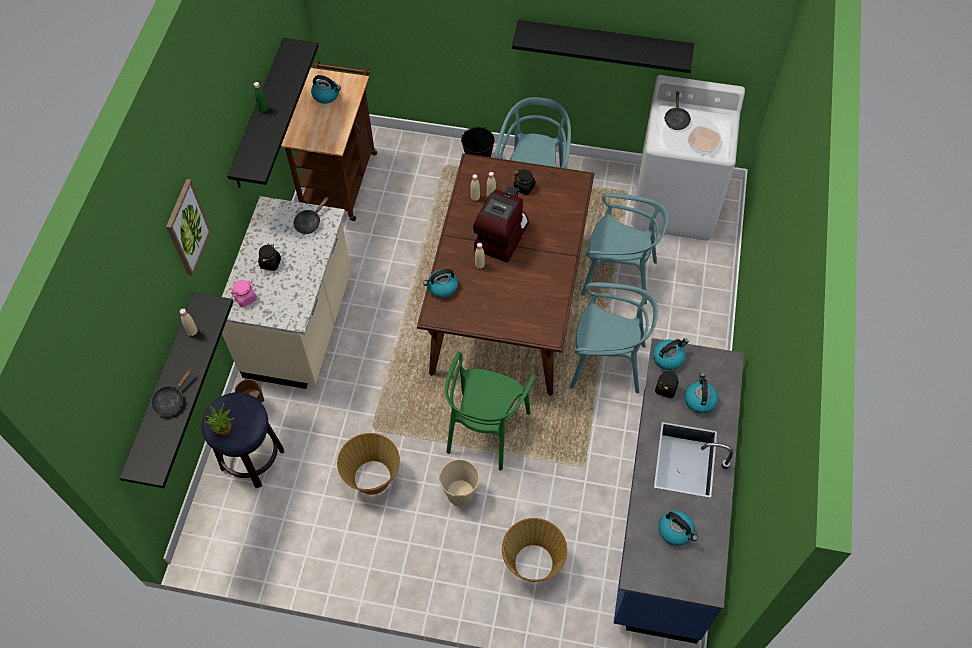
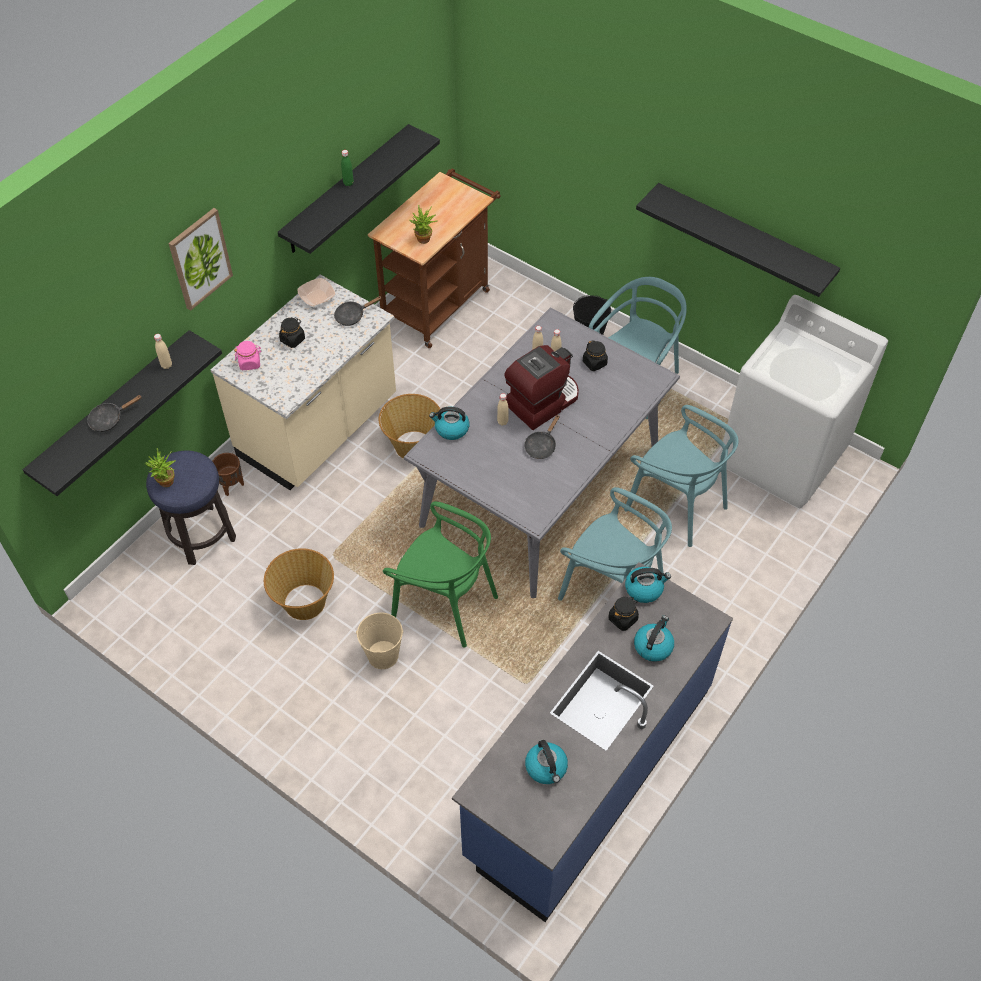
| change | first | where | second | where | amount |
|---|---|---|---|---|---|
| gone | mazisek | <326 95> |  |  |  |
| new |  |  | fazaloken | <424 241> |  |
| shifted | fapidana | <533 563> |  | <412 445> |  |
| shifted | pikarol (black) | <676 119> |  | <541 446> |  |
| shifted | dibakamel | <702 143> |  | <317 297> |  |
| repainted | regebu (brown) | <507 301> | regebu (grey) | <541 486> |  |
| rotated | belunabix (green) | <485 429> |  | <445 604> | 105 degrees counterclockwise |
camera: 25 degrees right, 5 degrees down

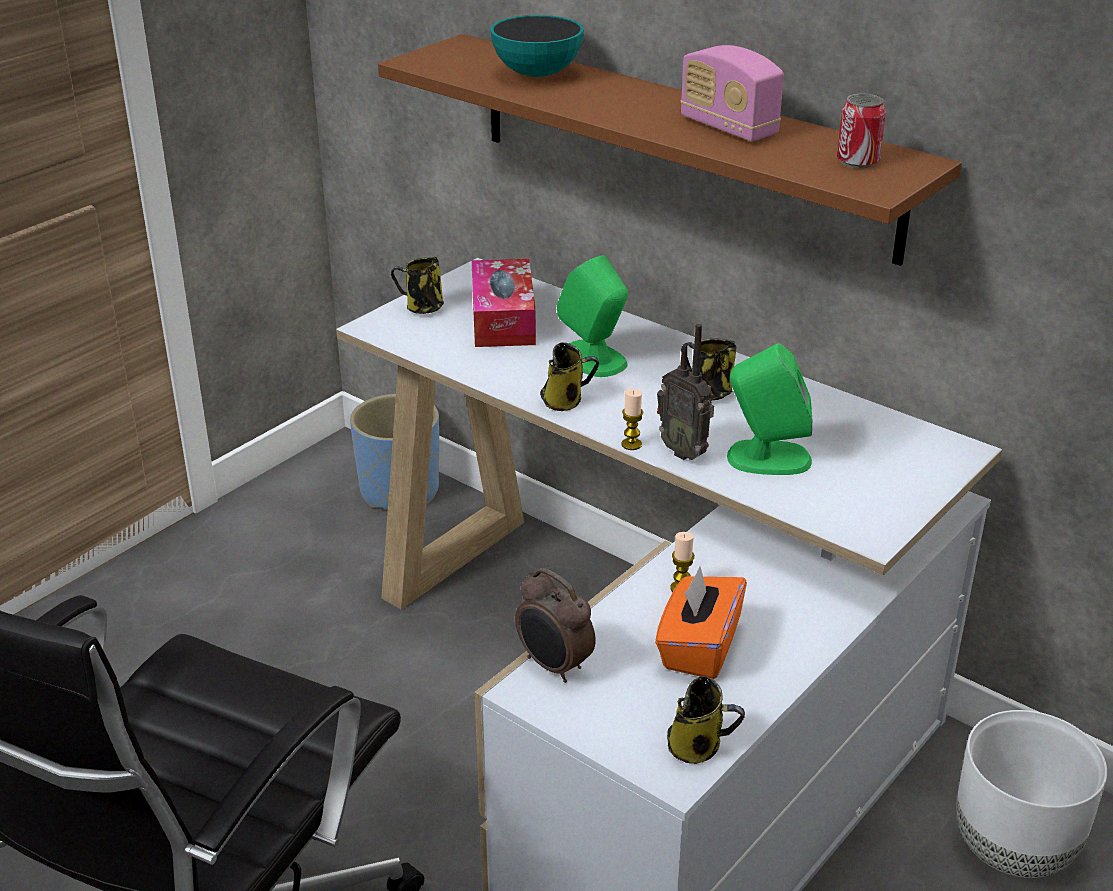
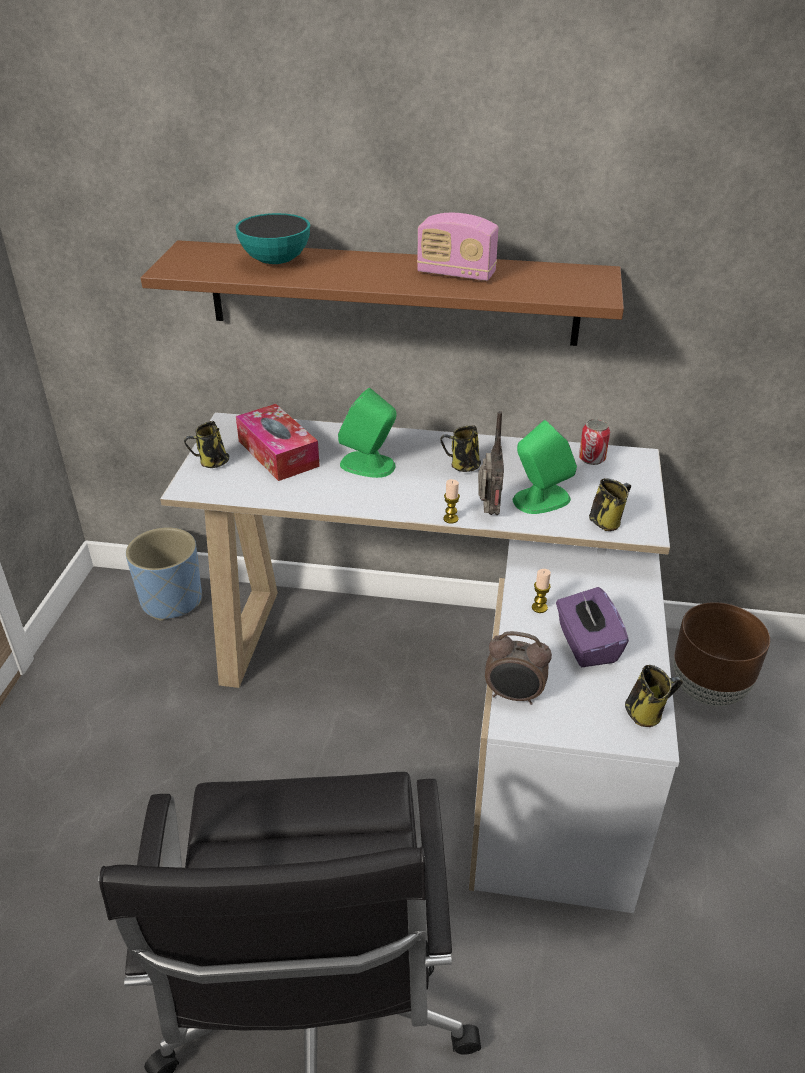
| change | first | where | second | where | amount |
|---|---|---|---|---|---|
| shifted | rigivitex | <565 401> |  | <607 521> |  |
| shifted | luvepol | <857 161> |  | <592 459> |  |
| repainted | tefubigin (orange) | <698 648> | tefubigin (purple) | <586 645> |  |
| repainted | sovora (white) | <1014 850> | sovora (brown) | <708 689> |  |
| rotated | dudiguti | <685 451> |  | <488 512> | 105 degrees counterclockwise |
camera: 30 degrees left, 5 degrees up

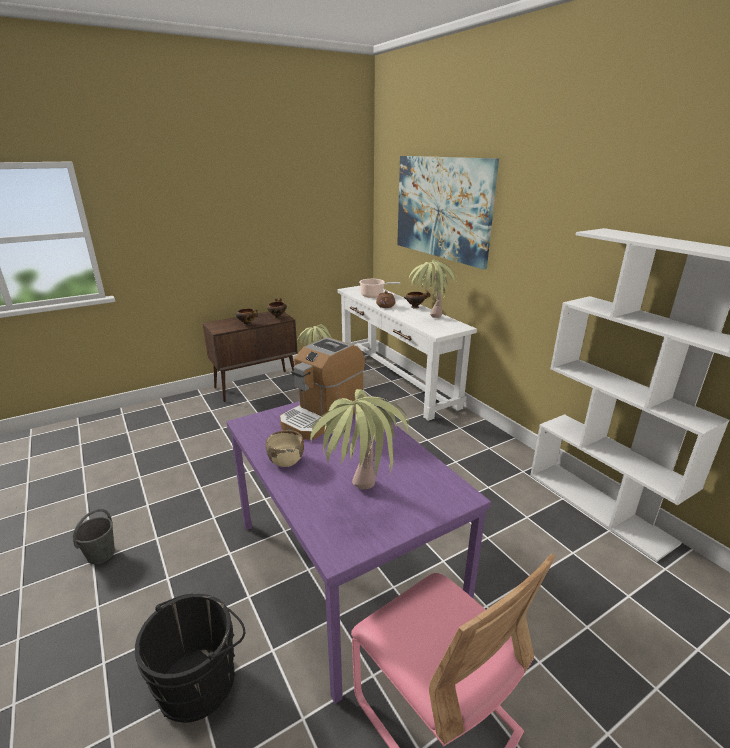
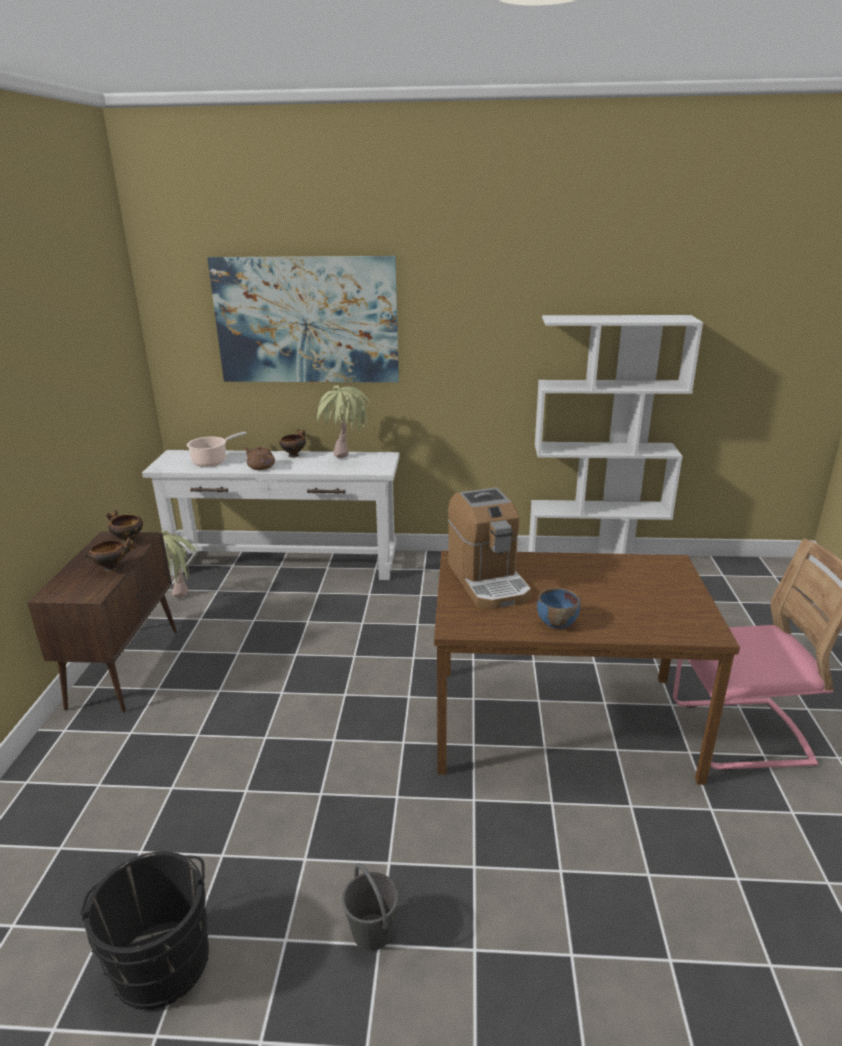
| change | first | where | second | where | amount |
|---|---|---|---|---|---|
| gone | fazaloken | <359 503> |  |  |  |
| shifted | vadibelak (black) | <201 680> |  | <162 958> |  |
| repainted | regebu (purple) | <346 568> | regebu (brown) | <562 721> |  |
| repainted | dibakamel (beige) | <286 460> | dibakamel (blue) | <556 622> |  |
camera: 55 degrees left, 0 degrees up

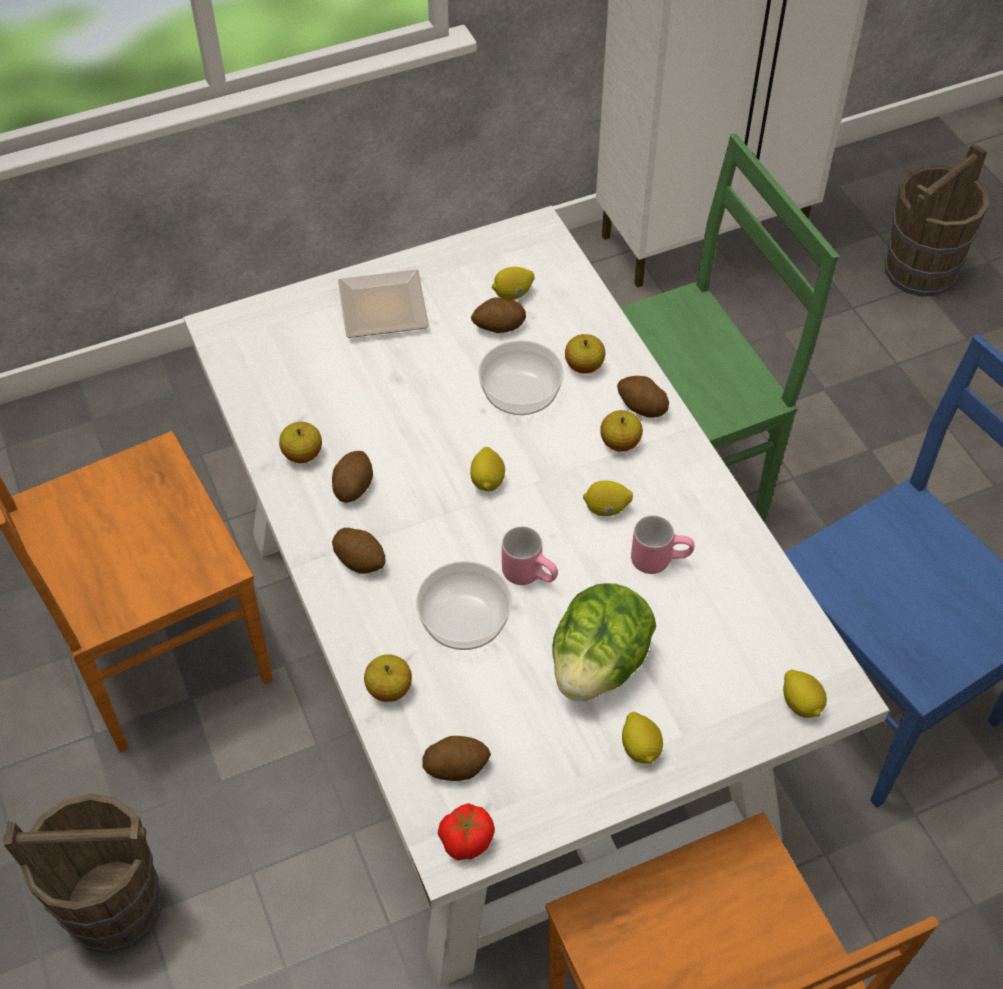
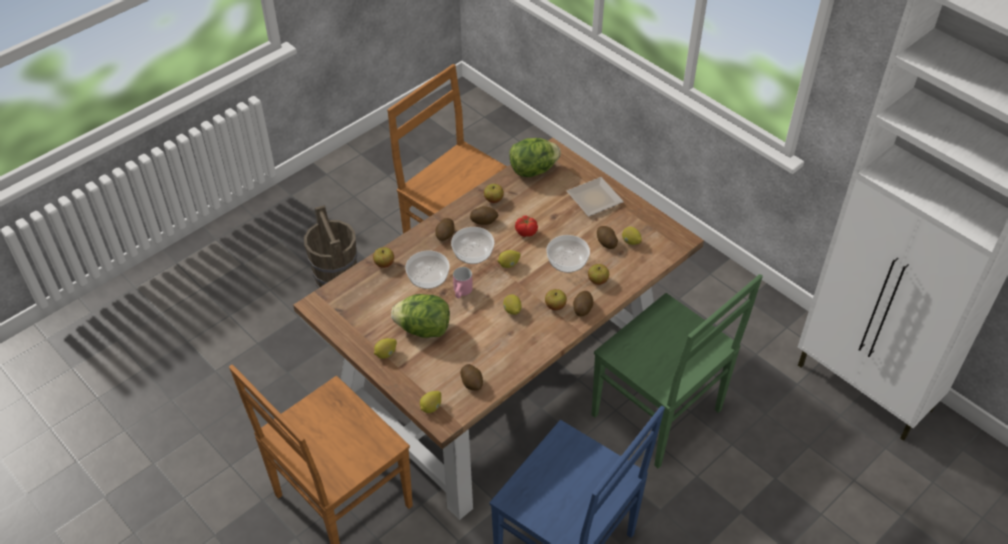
| change | first | where | second | where | amount |
|---|---|---|---|---|---|
| gone | rigivitex (pink) | <659 558> |  |  |  |
| gone | vadibelak (brown) | <921 270> |  |  |  |
| new |  |  | dibakamel | <472 254> |  |
| new |  |  | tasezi | <533 170> |  |
| shifted | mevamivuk | <456 766> |  | <472 383> |  |
| shifted | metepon | <466 841> |  | <526 232> |  |
| repainted | regebu (white) | <497 673> | regebu (brown) | <503 375> |  |
camera: 70 degrees right, 5 degrees down

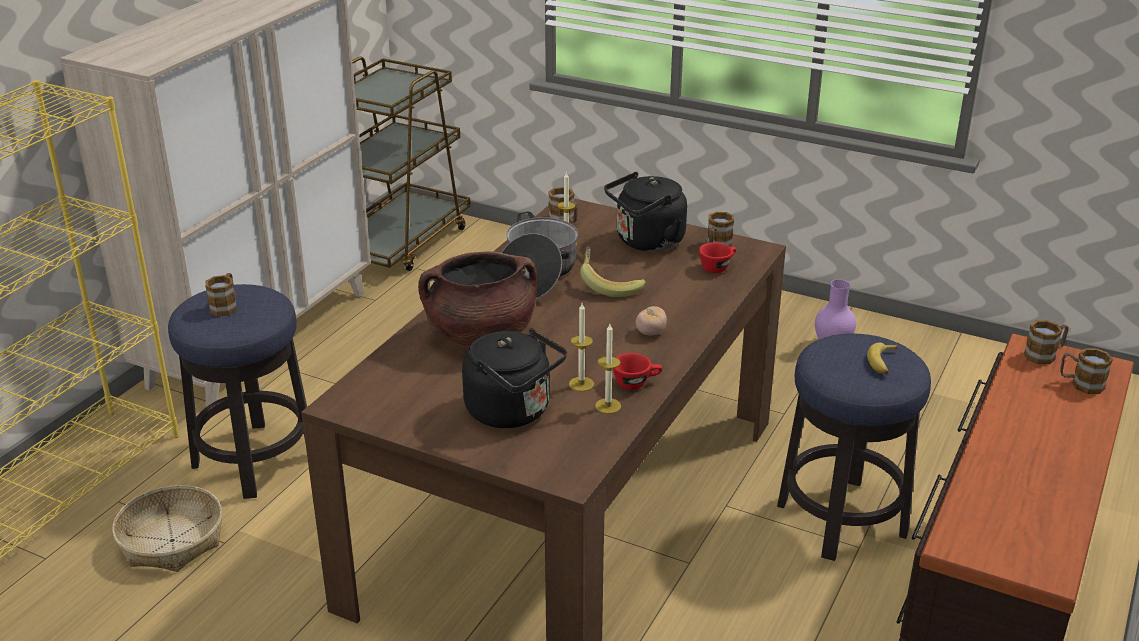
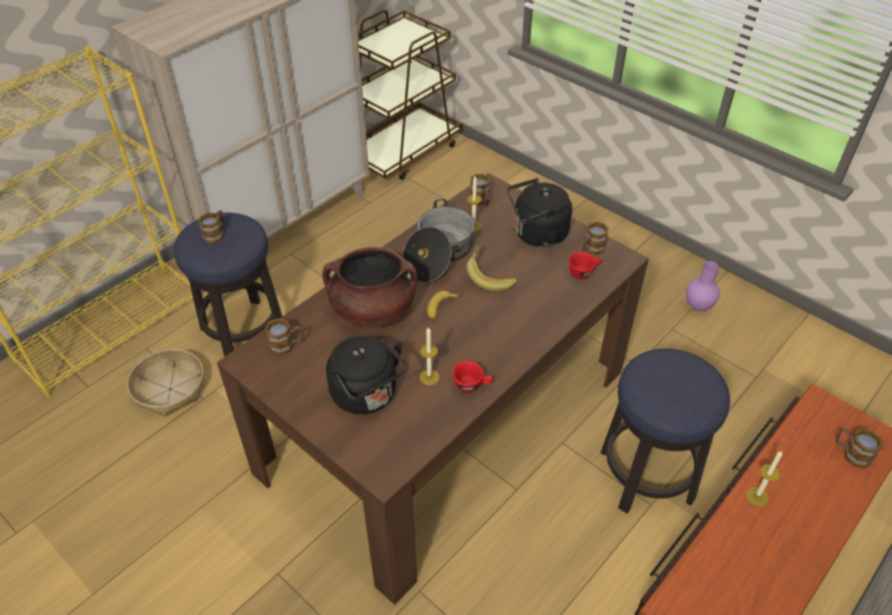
| change | first | where | second | where | amount |
|---|---|---|---|---|---|
| gone | metepon | <650 332> |  |  |  |
| shifted | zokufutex | <608 406> |  | <757 496> |  |
| shifted | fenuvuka | <883 363> |  | <441 308> |  |
| shifted | rigivitex | <1045 355> |  | <287 345> |  |
camera: 15 degrees right, 15 degrees up

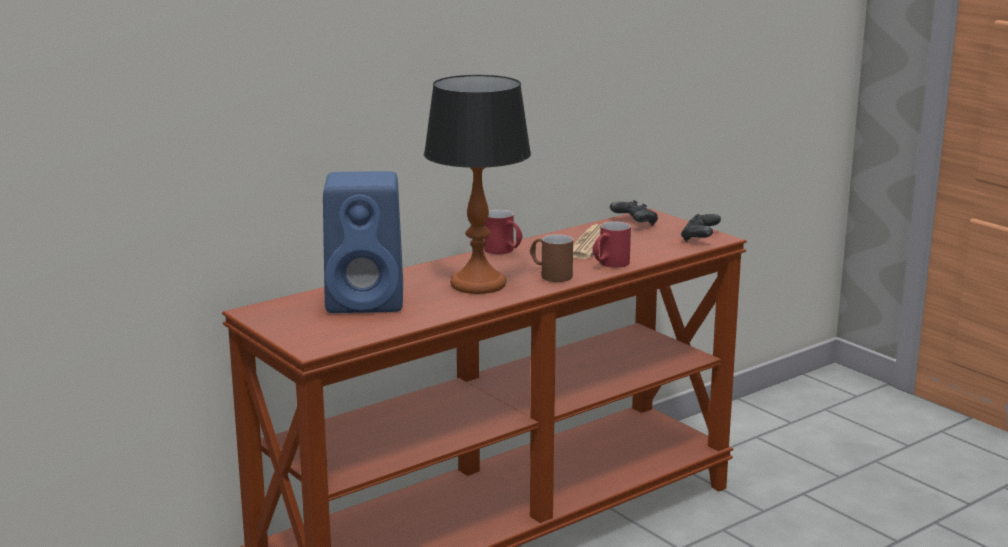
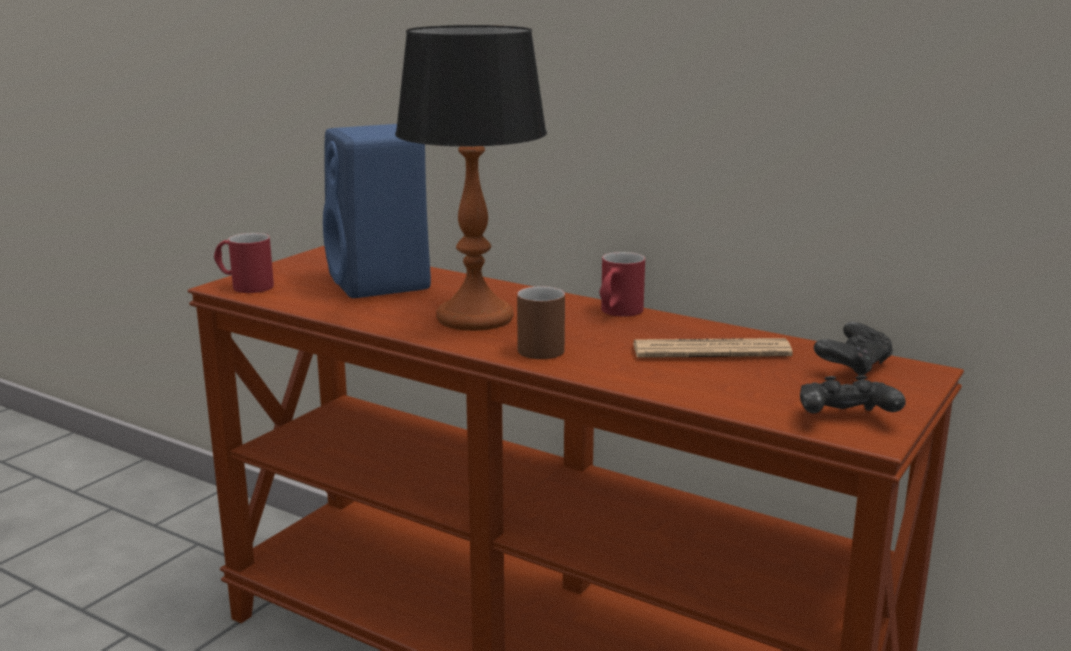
| change | first | where | second | where | amount |
|---|---|---|---|---|---|
| shifted | rigivitex (red) | <609 264> |  | <244 286> |  |
camera: 70 degrees right, 0 degrees up

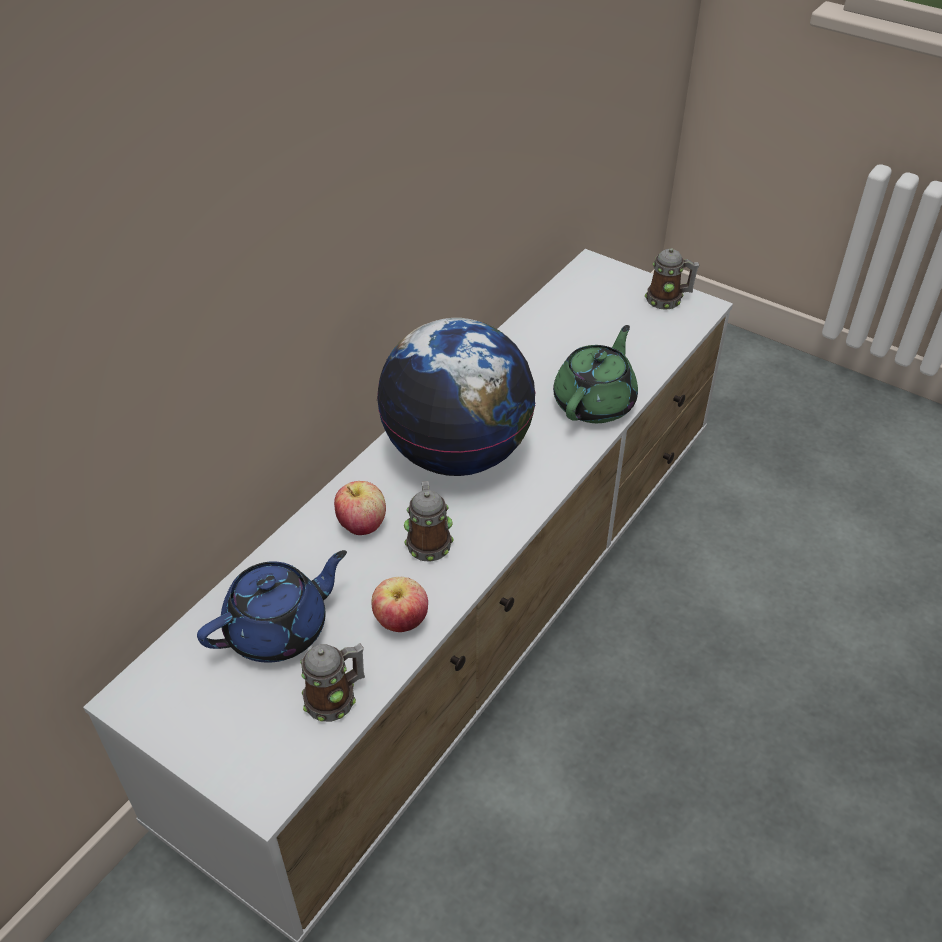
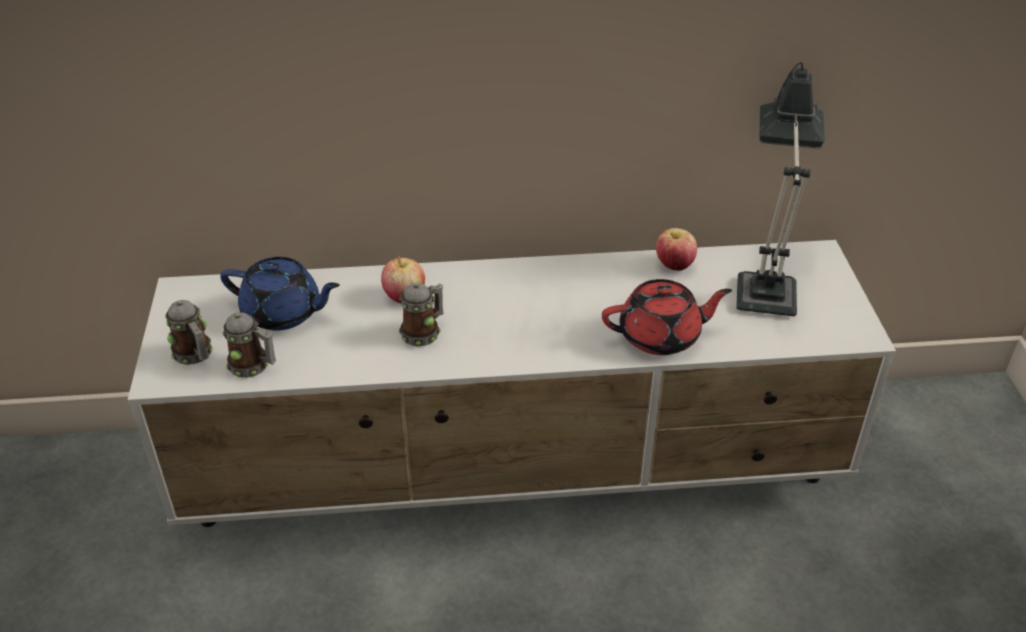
| change | first | where | second | where | amount |
|---|---|---|---|---|---|
| gone | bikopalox | <458 453> |  |  |  |
| new |  |  | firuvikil | <766 286> |  |
| shifted | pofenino | <401 621> |  | <674 265> |  |
| shifted | rigivitex | <668 300> |  | <195 355> |  |
| repainted | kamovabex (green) | <595 402> | kamovabex (red) | <661 336> |  |
camera: 50 degrees right, 5 degrees down

